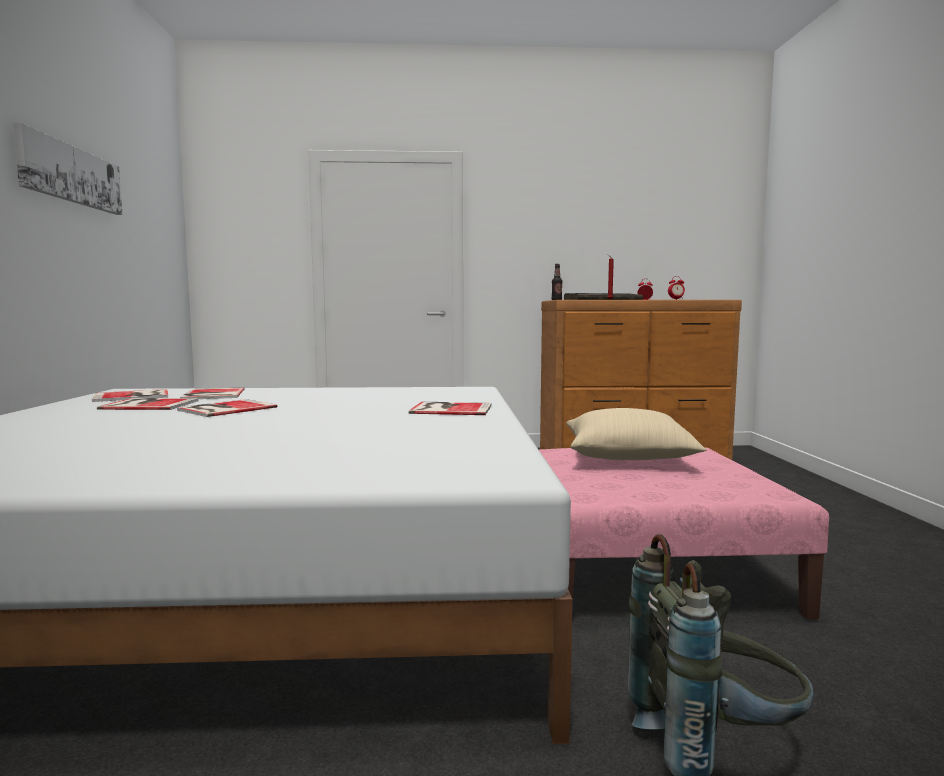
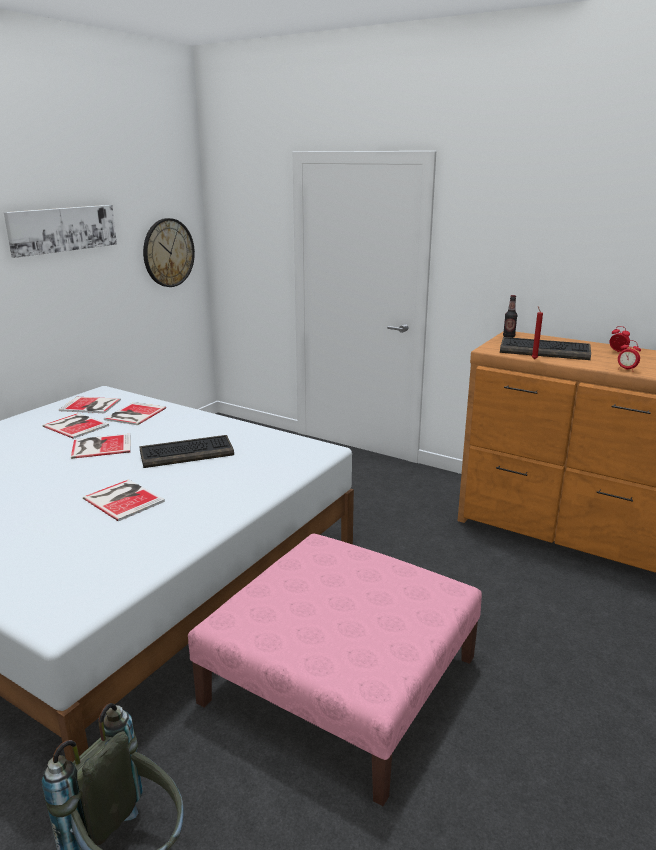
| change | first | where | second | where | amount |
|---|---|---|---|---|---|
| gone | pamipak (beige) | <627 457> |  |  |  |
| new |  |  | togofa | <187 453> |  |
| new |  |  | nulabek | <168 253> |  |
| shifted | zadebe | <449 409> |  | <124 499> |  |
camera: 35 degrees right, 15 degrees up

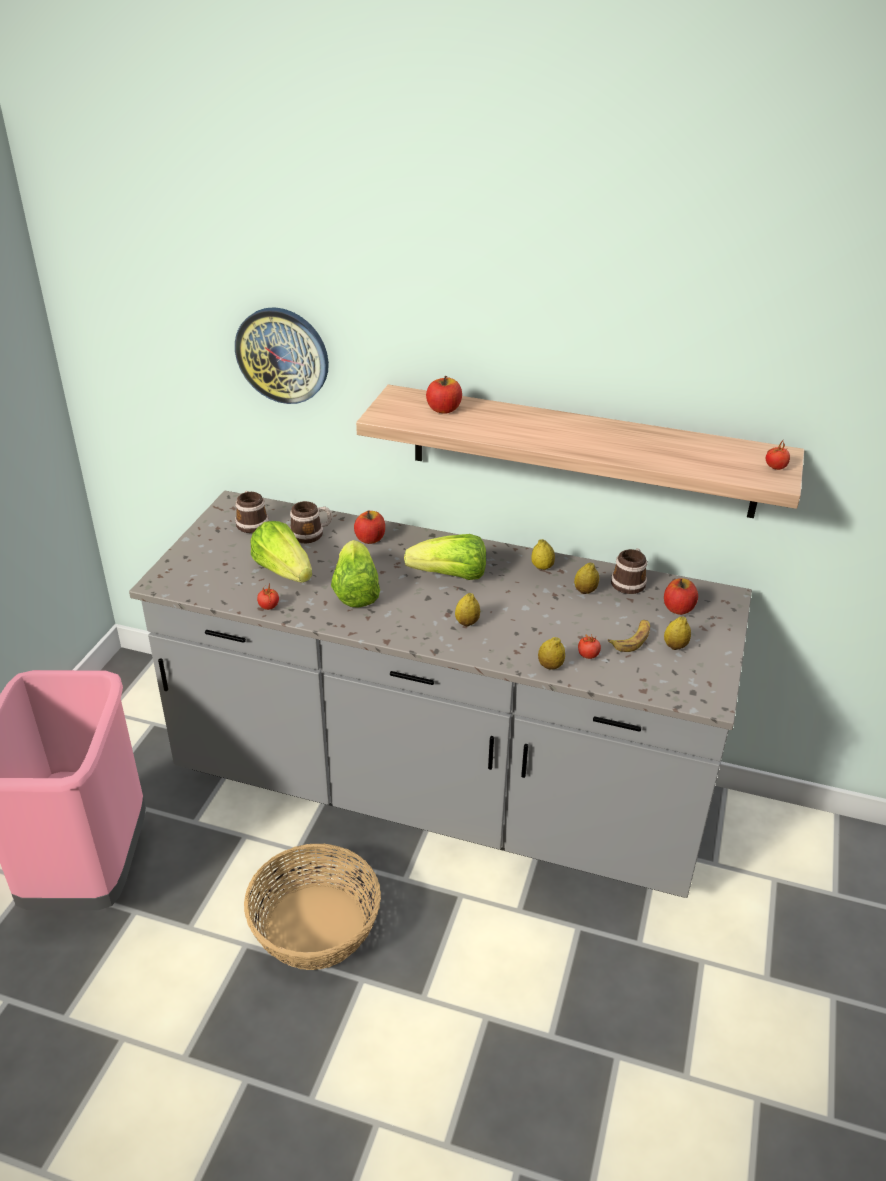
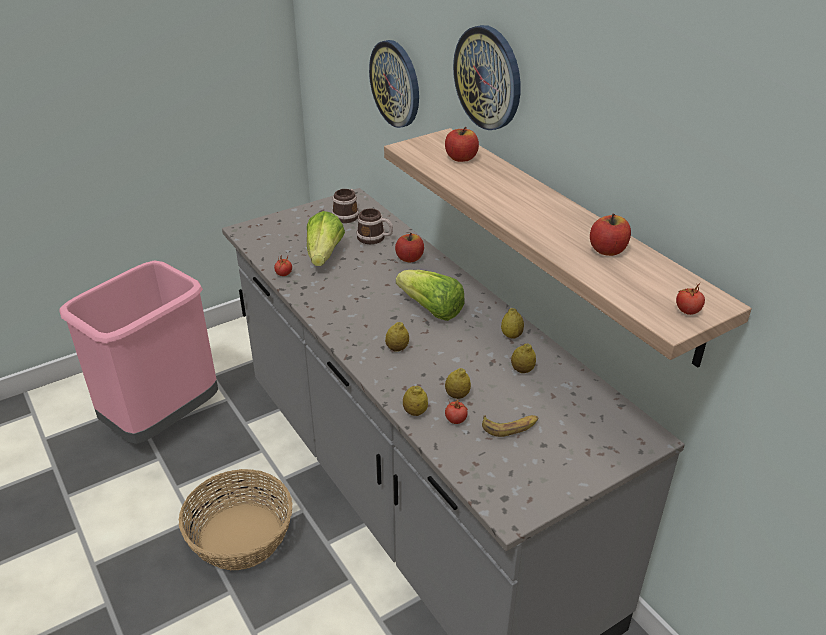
| change | first | where | second | where | amount |
|---|---|---|---|---|---|
| gone | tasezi | <355 591> |  |  |  |
| gone | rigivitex | <629 581> |  |  |  |
| new |  |  | nulabek | <488 78> |  |
| shifted | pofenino | <678 608> |  | <607 250> |  |
| shifted | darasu | <675 646> |  | <457 395> |  |
camera: 40 degrees right, 0 degrees up

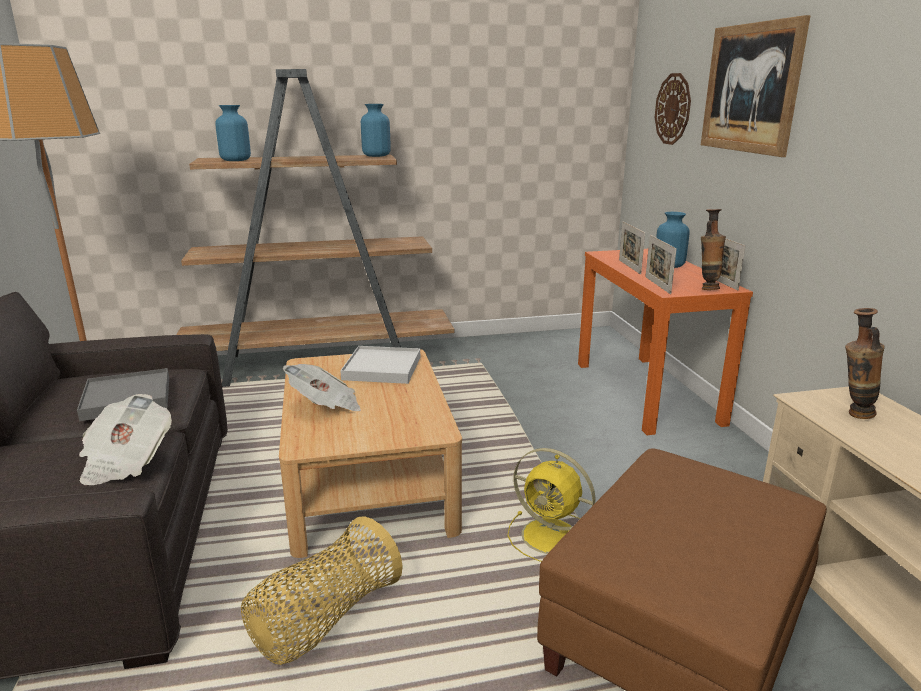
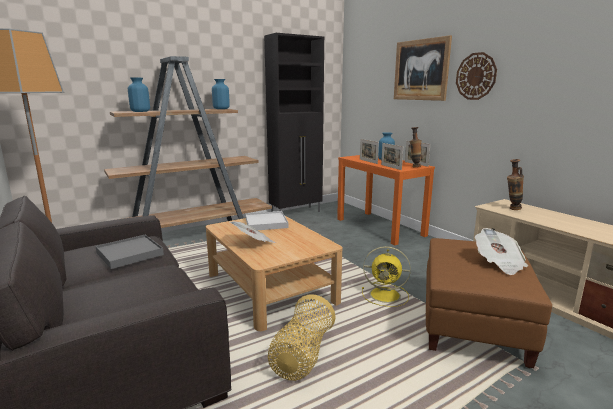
| change | first | where | second | where | amount |
|---|---|---|---|---|---|
| new |  |  | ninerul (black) | <296 213> |  |
| shifted | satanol | <126 461> |  | <499 263> |  |
| shifted | nulabek | <673 109> |  | <476 76> |  |
camera: 20 degrees left, 5 degrees down

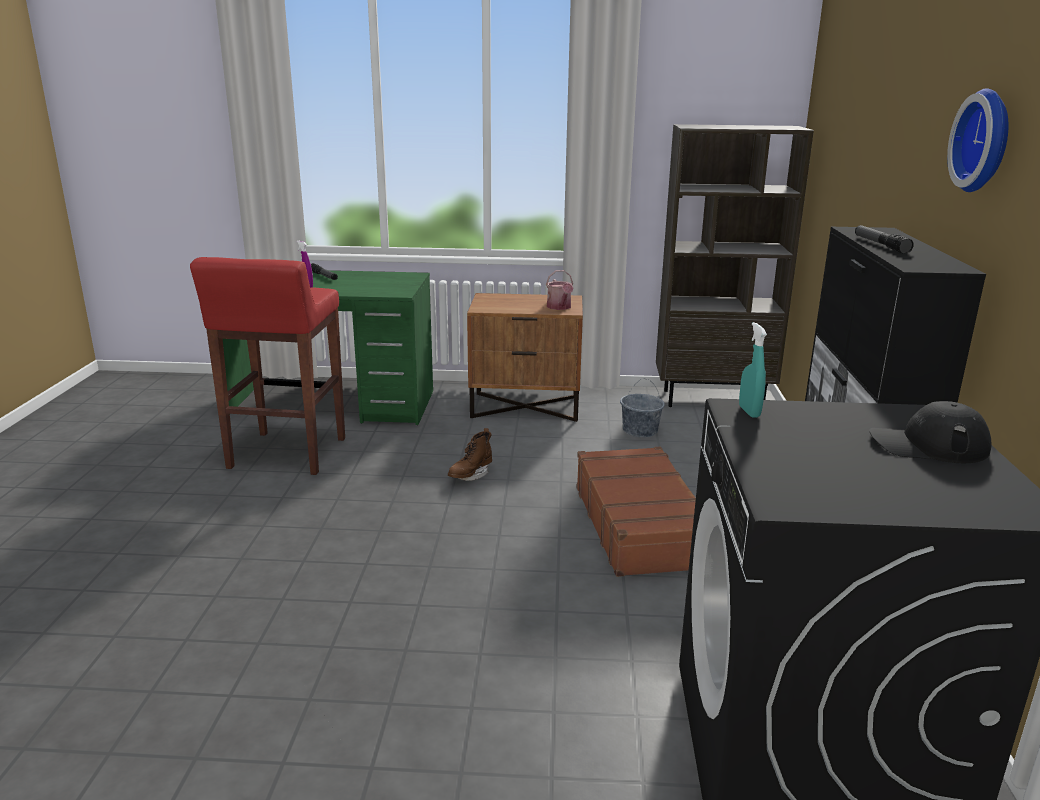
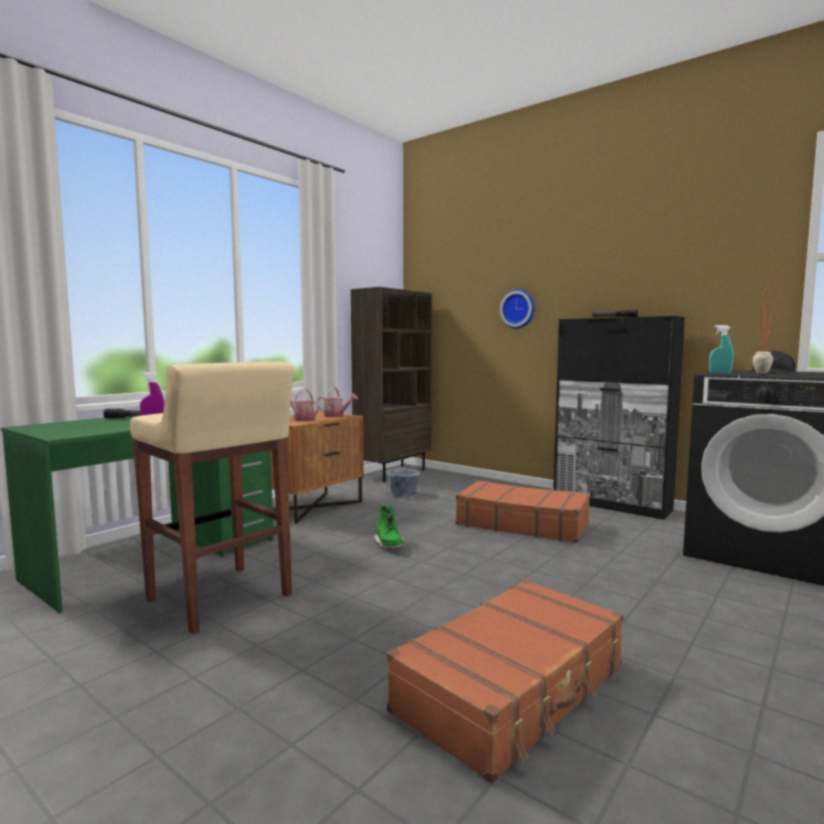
| change | first | where | second | where | amount |
|---|---|---|---|---|---|
| new |  |  | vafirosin | <301 419> |  |
| new |  |  | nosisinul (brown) | <514 689> |  |
| new |  |  | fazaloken | <761 373> |  |
| shifted | nulabek | <986 141> |  | <518 309> |  |
| repainted | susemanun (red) | <286 454> | susemanun (beige) | <220 598> |  |
| repainted | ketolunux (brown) | <470 475> | ketolunux (green) | <388 545> |  |
camera: 55 degrees left, 15 degrees down

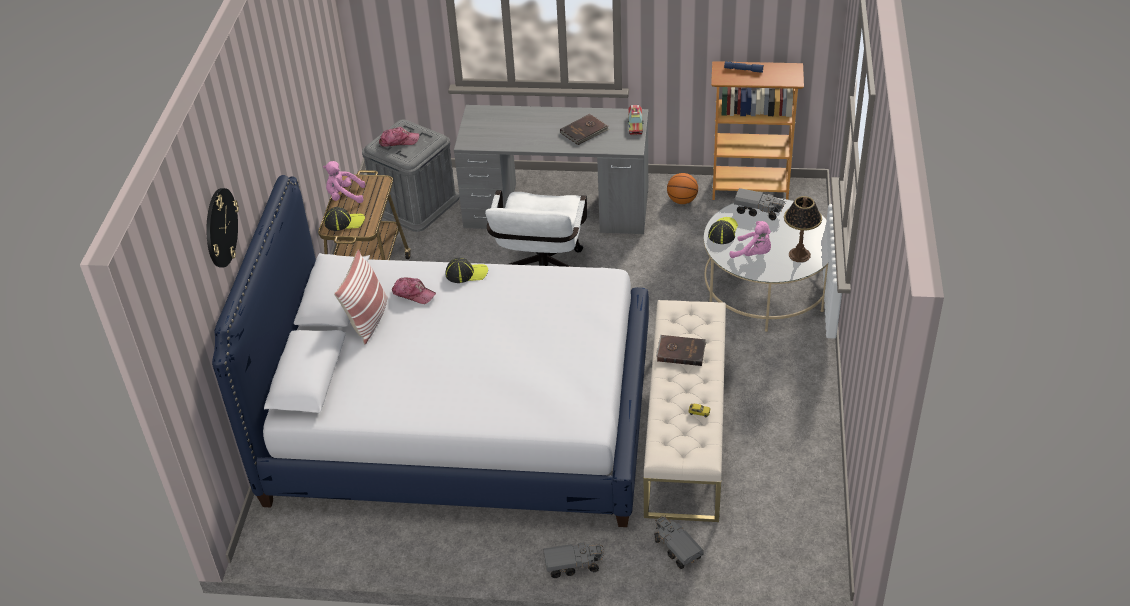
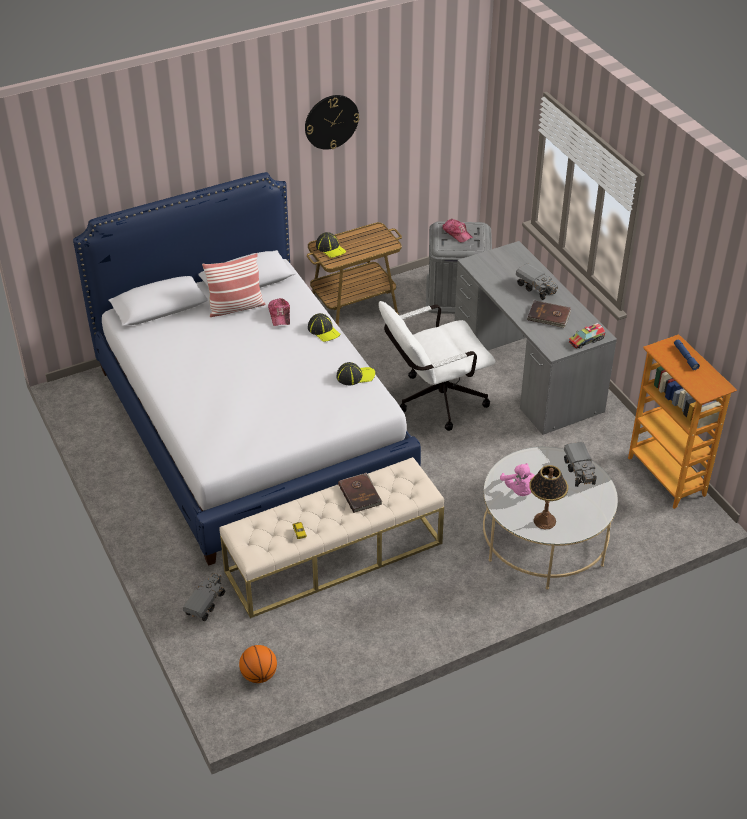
| change | first | where | second | where | amount |
|---|---|---|---|---|---|
| gone | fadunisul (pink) | <344 196> |  |  |  |
| shifted | nulabek | <220 227> |  | <331 121> |  |
| shifted | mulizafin | <573 565> |  | <536 289> |  |
| shifted | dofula | <682 200> |  | <259 675> |  |
| shifted | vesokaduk | <723 232> |  | <355 376> |  |
camera: 55 degrees right, 0 degrees up

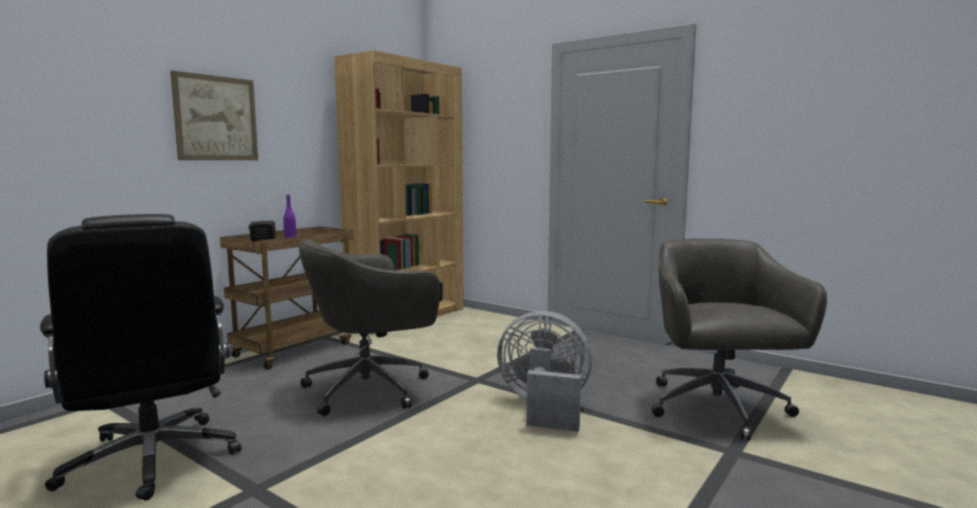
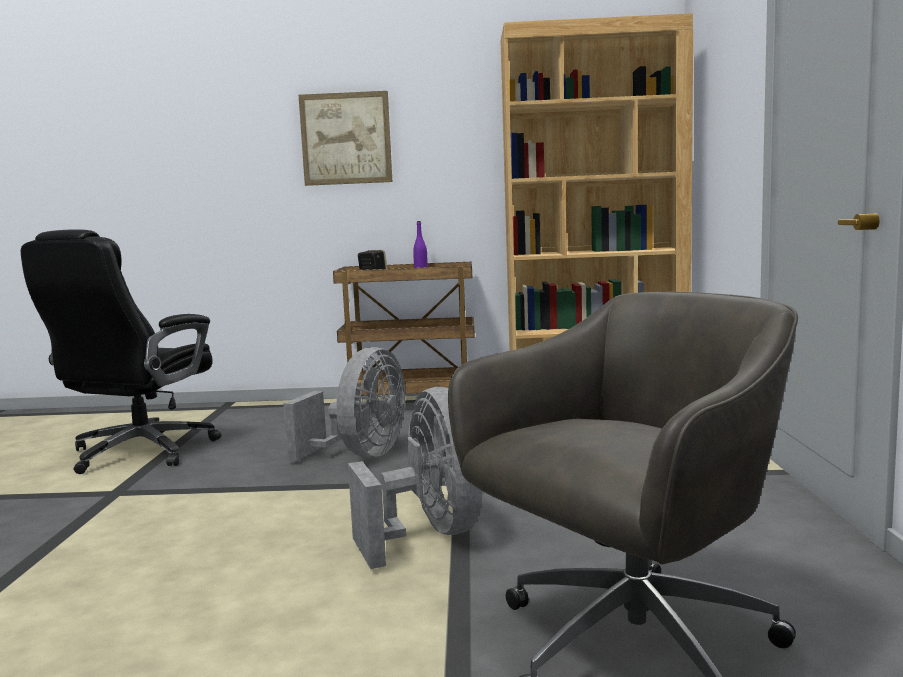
| change | first | where | second | where | amount |
|---|---|---|---|---|---|
| swapped | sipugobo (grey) | <371 389> | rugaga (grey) | <361 455> |  |
camera: 55 degrees right, 0 degrees up

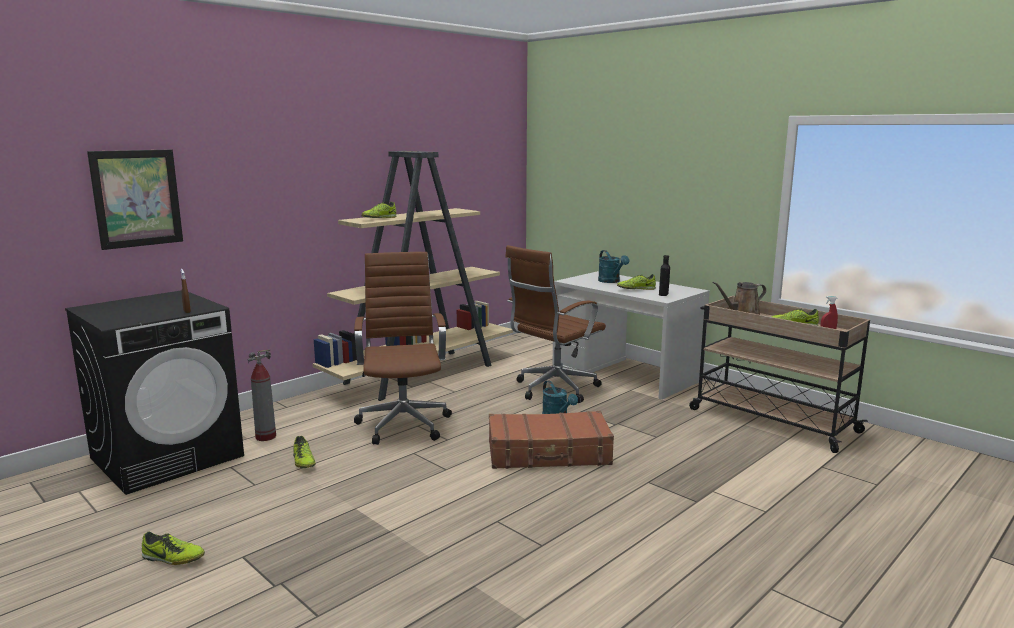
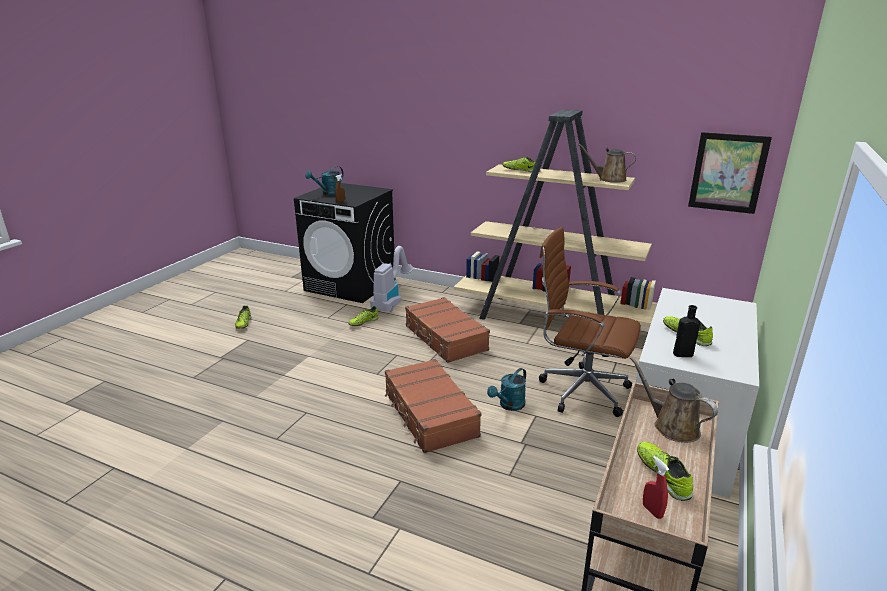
| change | first | where | second | where | amount |
|---|---|---|---|---|---|
| new |  |  | vafirosin (brown) | <609 179> |  |
| shifted | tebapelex | <137 198> |  | <728 173> |  |
| shifted | vafirosin (turquoise) | <611 281> |  | <328 193> |  |
| swapped | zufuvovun | <265 437> | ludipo | <391 301> |  |
| swapped | sipugobo (brown) | <404 423> | nosisinul (brown) | <445 338> |  |
camera: 70 degrees right, 10 degrees up

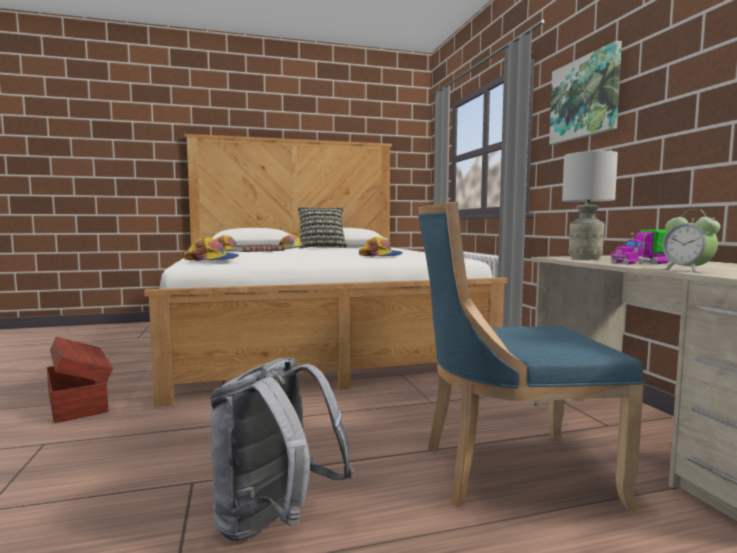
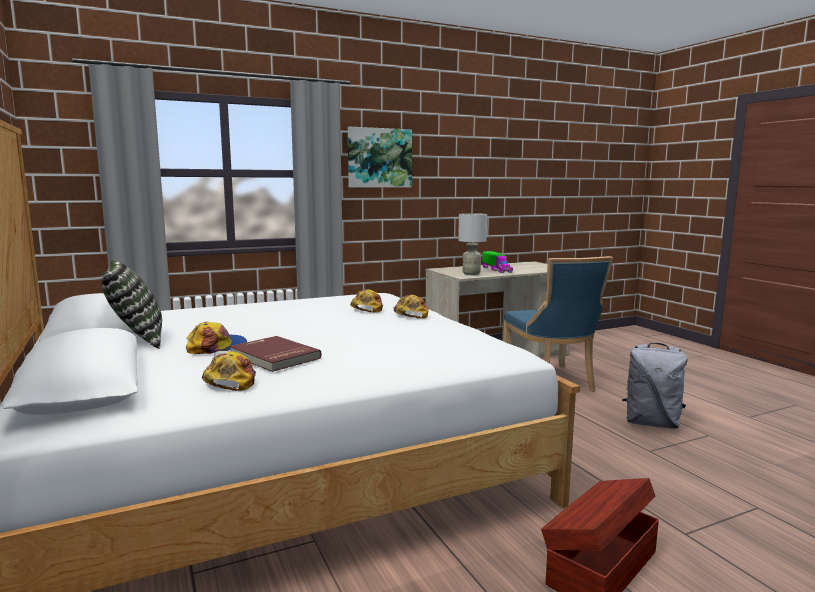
| change | first | where | second | where | amount |
|---|---|---|---|---|---|
| gone | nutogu | <687 270> |  |  |  |
| shifted | vesokaduk | <213 259> |  | <410 314> |  |
camera: 100 degrees left, 5 degrees up

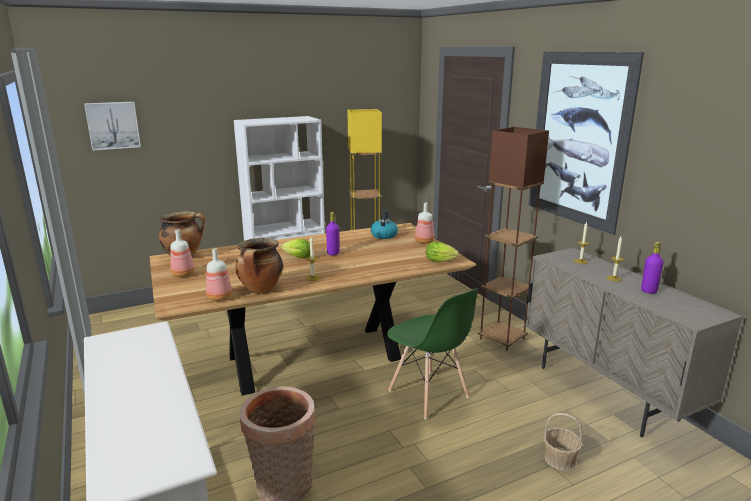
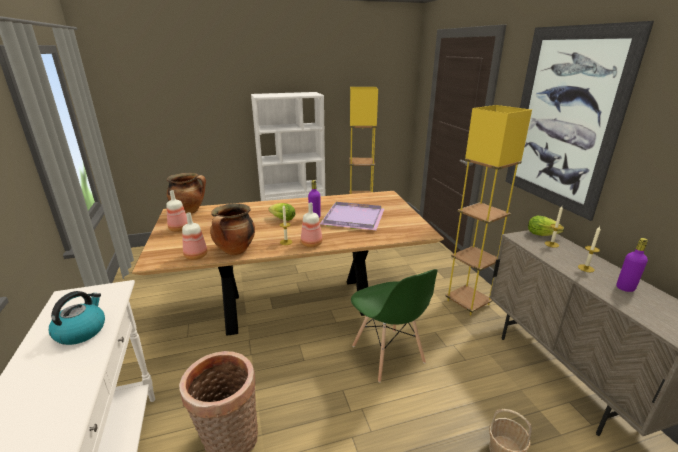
| change | first | where | second | where | amount |
|---|---|---|---|---|---|
| gone | tebapelex | <113 125> |  |  |  |
| new |  |  | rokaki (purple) | <354 218> |  |
| shifted | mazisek | <384 235> |  | <81 331> |  |
| shifted | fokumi | <425 241> |  | <312 244> |  |
| shifted | tasezi | <442 261> |  | <543 235> |  |
| repainted | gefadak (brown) | <502 339> | gefadak (yellow) | <468 302> |  |
camera: 10 degrees right, 5 degrees up

